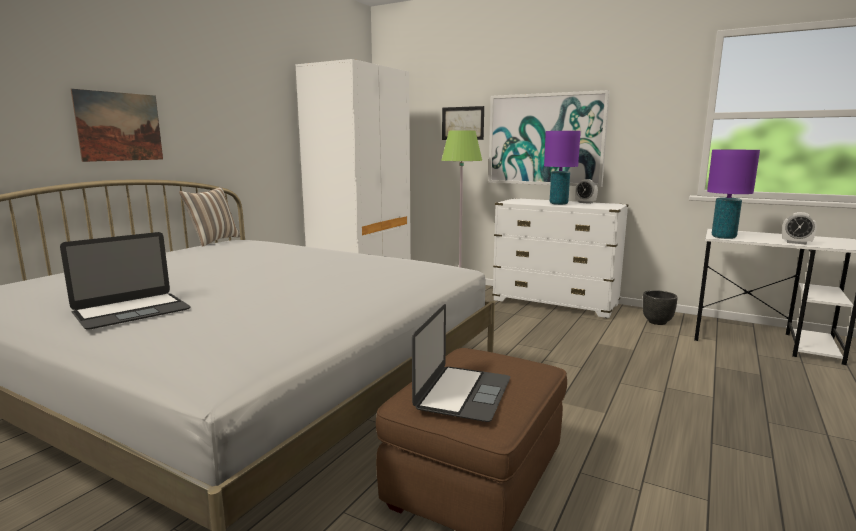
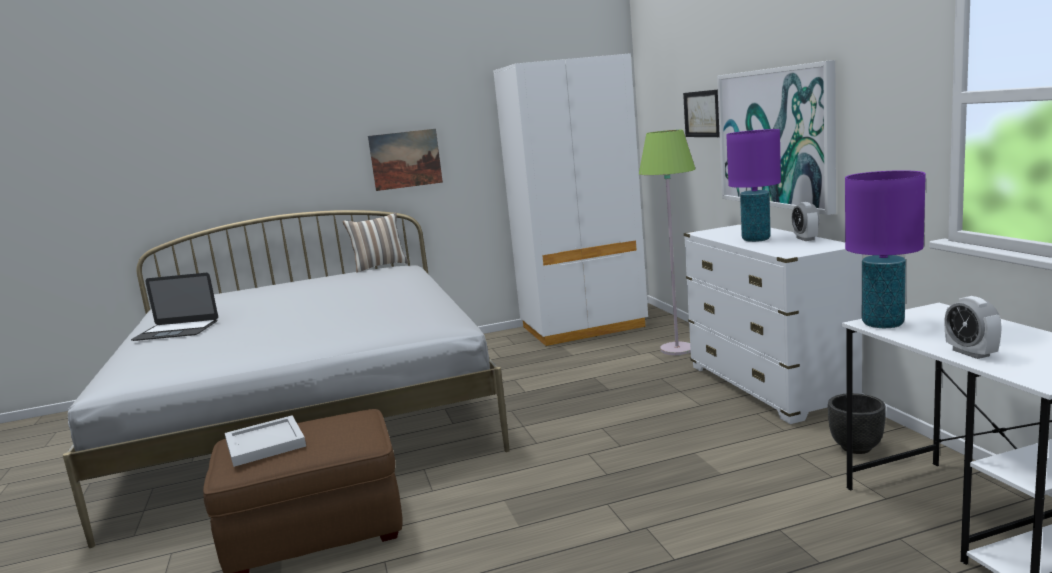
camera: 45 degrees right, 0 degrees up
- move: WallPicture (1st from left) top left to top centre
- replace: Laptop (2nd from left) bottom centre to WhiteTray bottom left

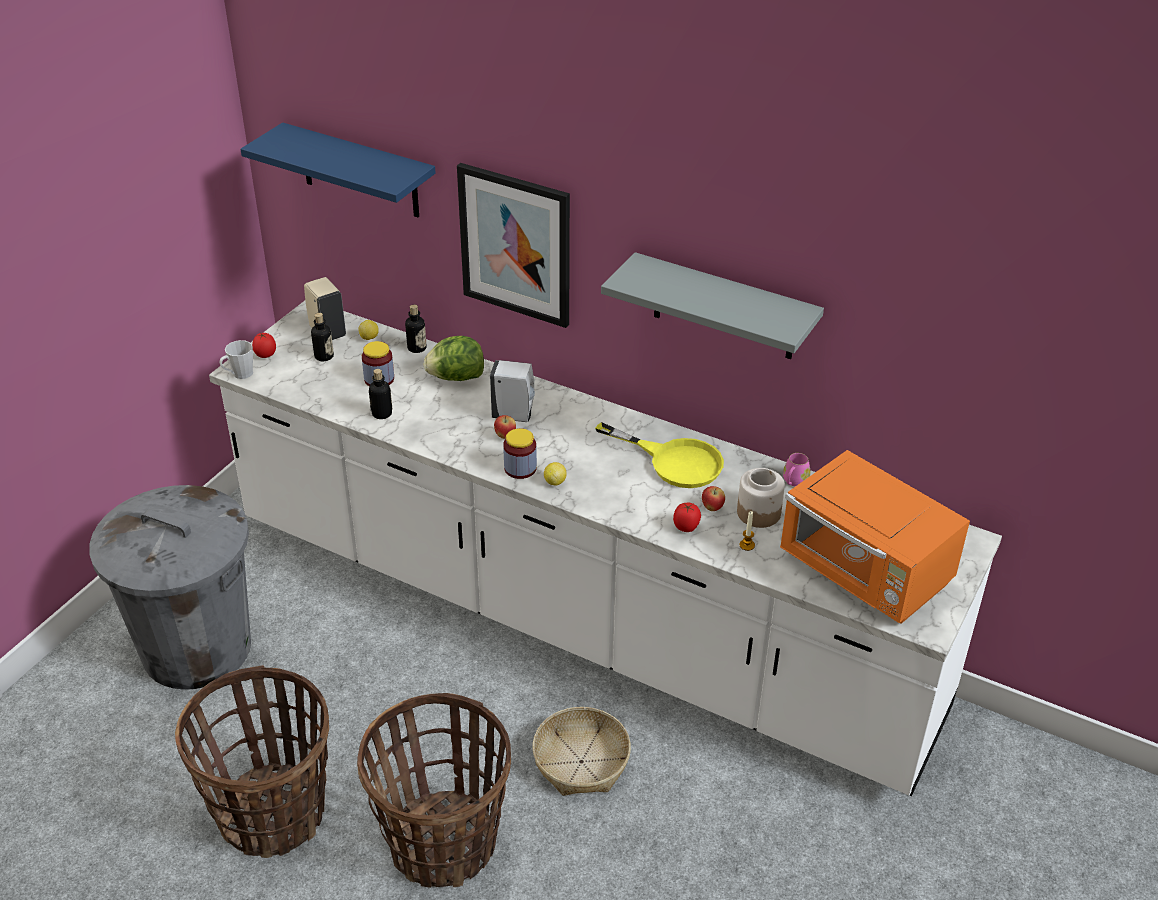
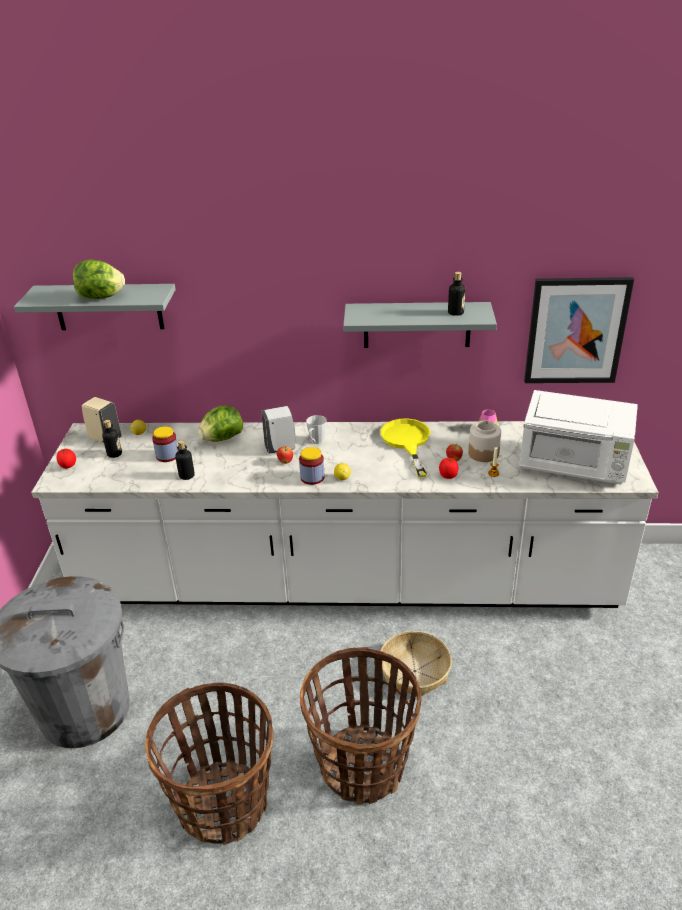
camera: 25 degrees left, 5 degrees down
- recolor: BluishWallShelf top left to GreyWallShelf (1st from left) middle left
- move: WallPicture top centre to middle right
- move: Bottle (3rd from left) centre to top right
- move: GreyTeaMug middle left to centre
- rotate: YellowPan centre = centre 105 degrees counterclockwise
- recolor: OrangeyMicrowave middle right to WhiteMicrowave middle right
- insert: LettuceHead (1st from left) top left

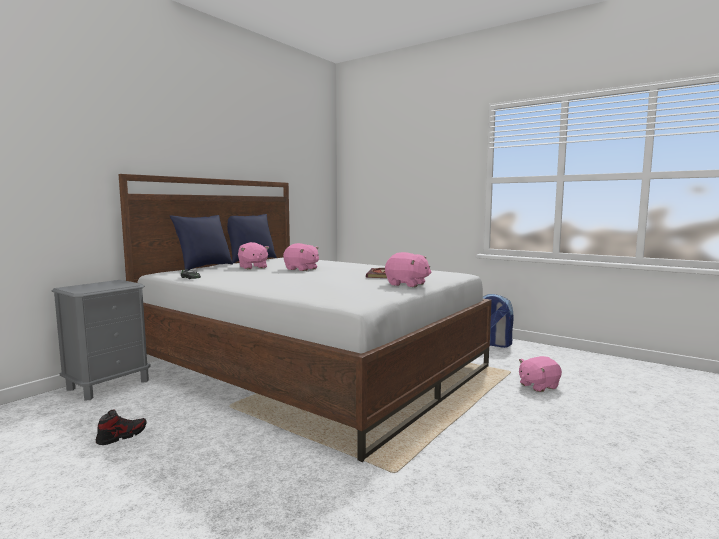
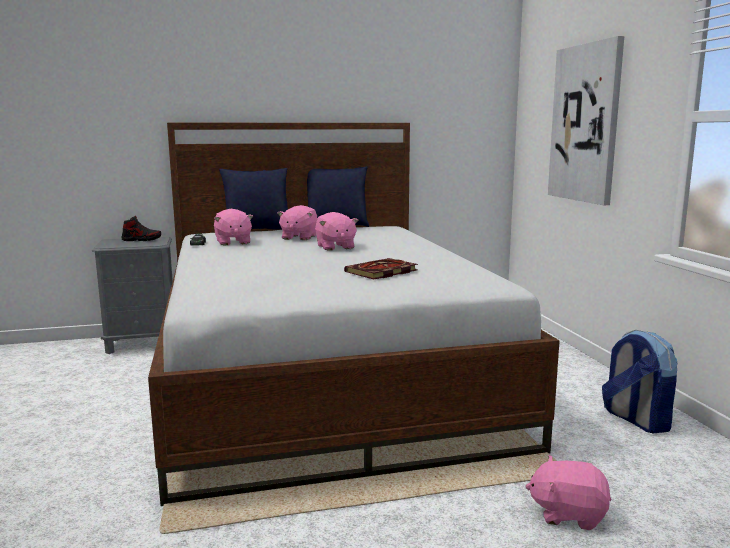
camera: 40 degrees right, 5 degrees up
- move: PinkishCuddlyToy (3rd from left in the first image) centre to PinkishCuddlyToy (1st from left) middle left
- move: ItemOfFootwear bottom left to middle left
- insert: WallPicture top right

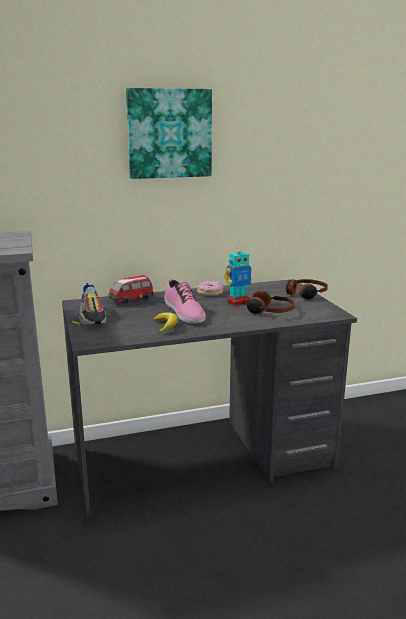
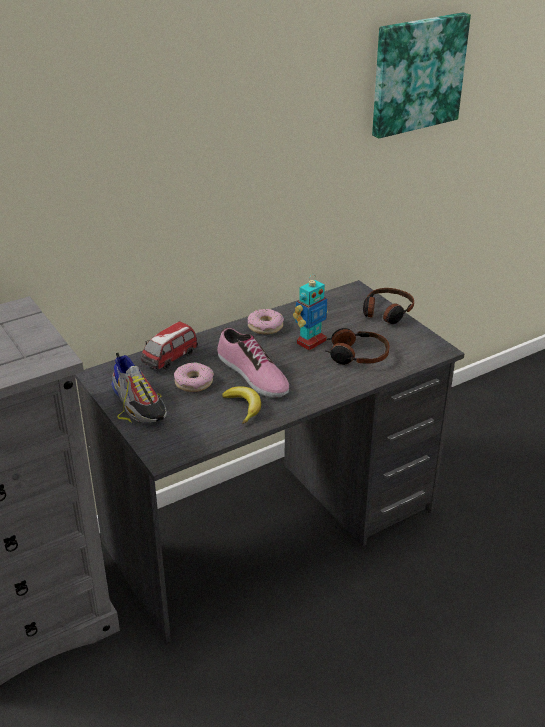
camera: 15 degrees left, 15 degrees up
- move: WallPicture top centre to top right
- insert: Donut (1st from left) centre

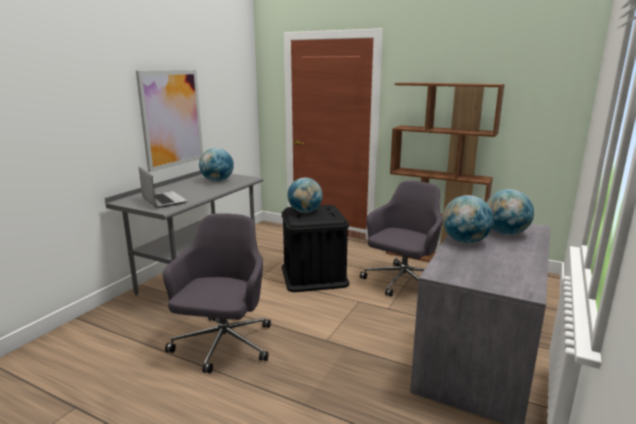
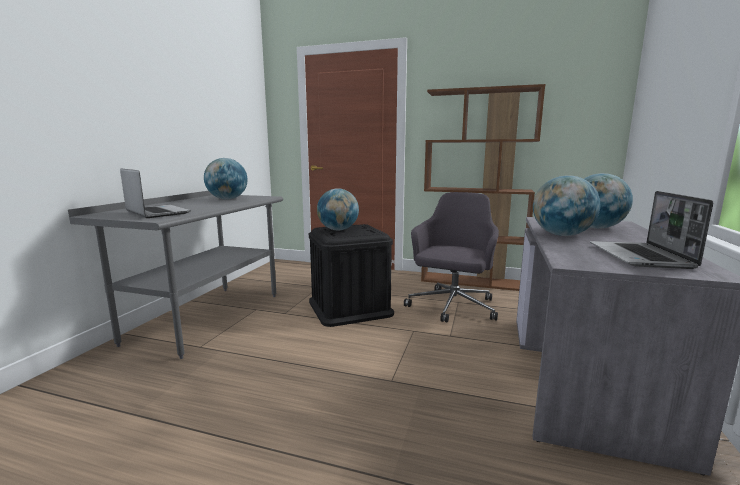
camera: 10 degrees left, 5 degrees down
- delete: WallPicture top left
- delete: GreyDeskChair (1st from left) bottom centre
- insert: Laptop (2nd from left) middle right

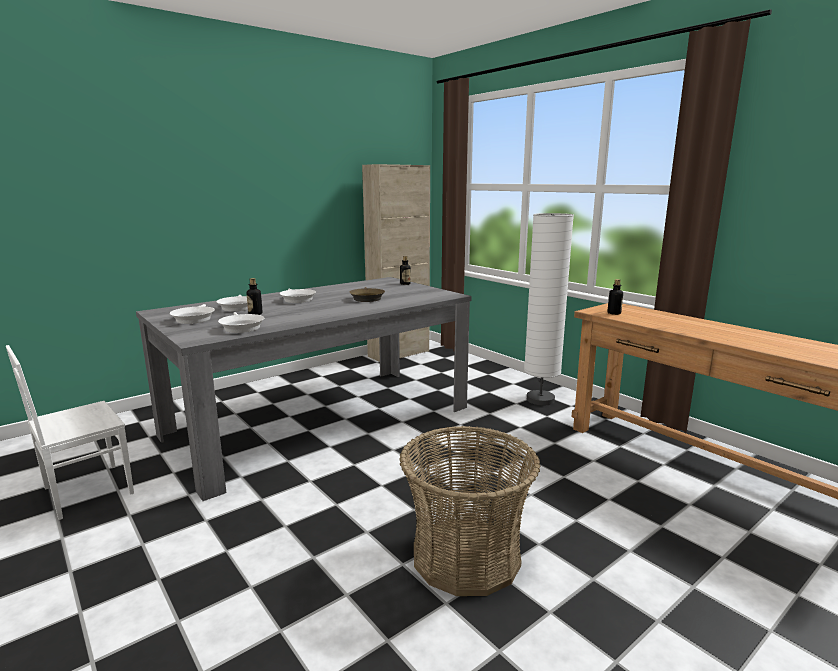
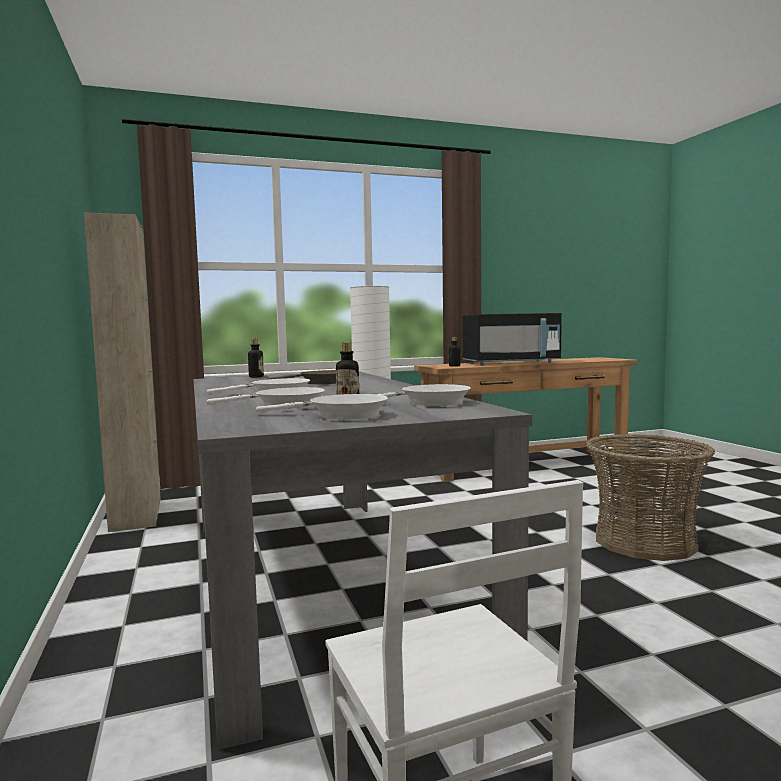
camera: 70 degrees left, 10 degrees down
- insert: BlackColouredMicrowave centre

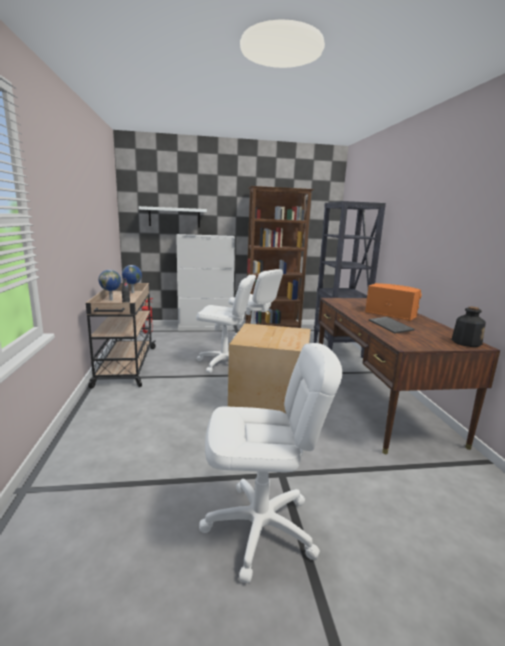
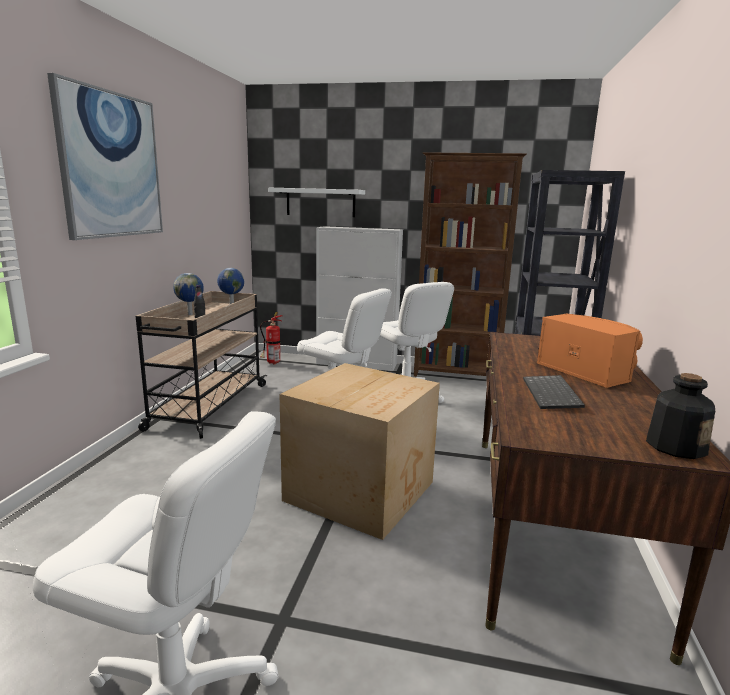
camera: 20 degrees right, 0 degrees up
- insert: WallPicture top left

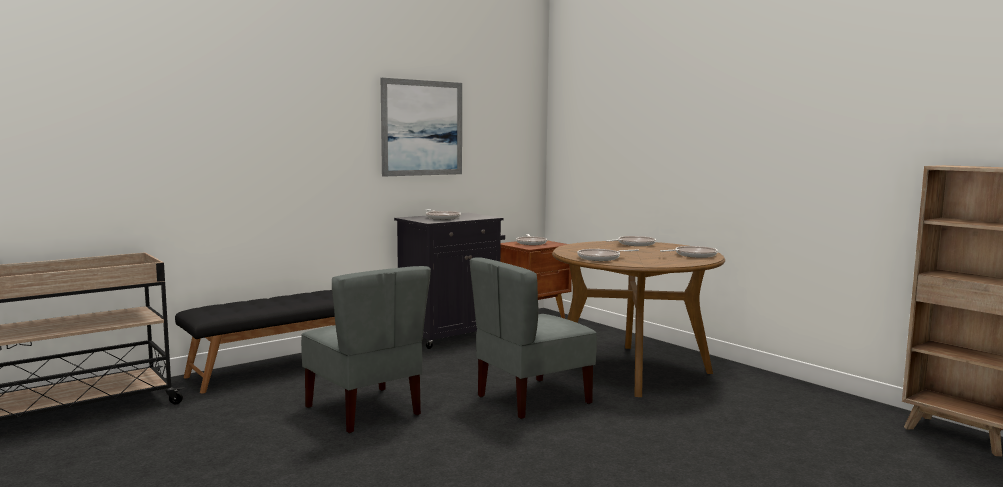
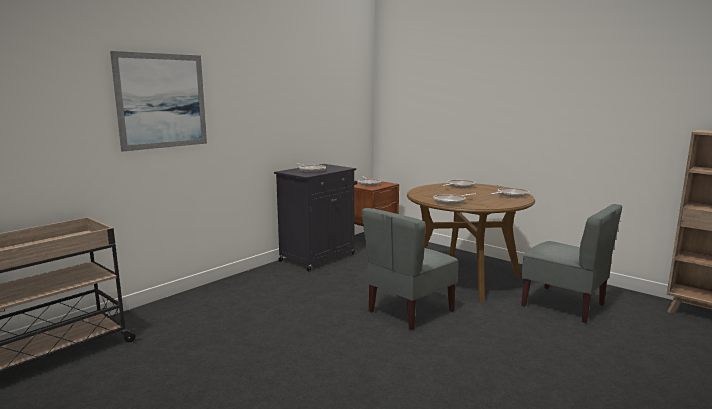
camera: 10 degrees left, 5 degrees up
- move: WallPicture top centre to top left
- move: GreyUprightChair (1st from left in the first image) bottom centre to GreyUprightChair (2nd from left) middle right
- delete: BlackColouredBench bottom left

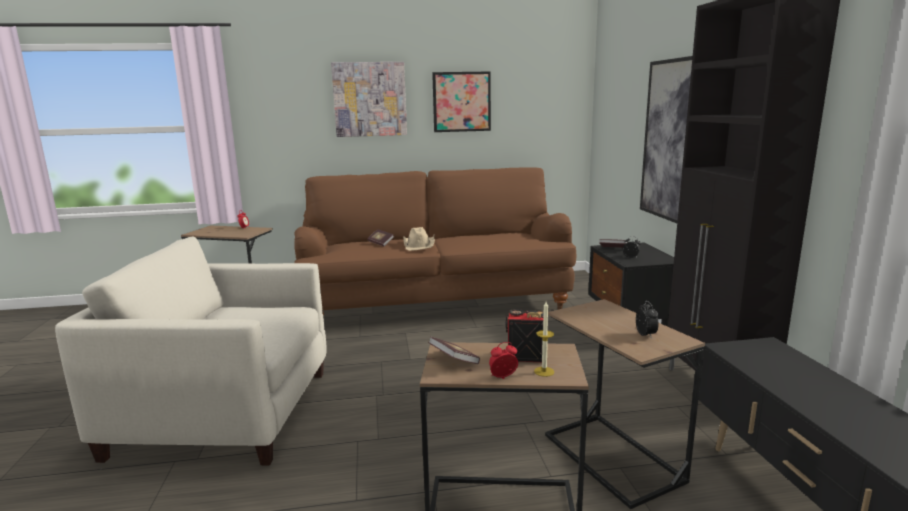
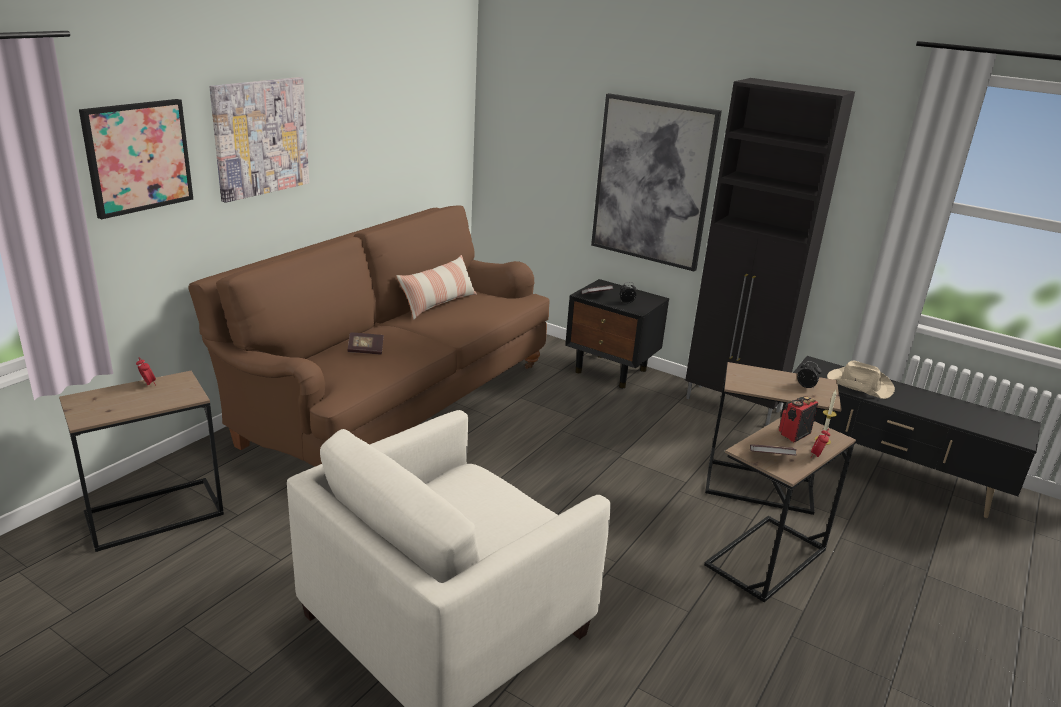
camera: 50 degrees left, 10 degrees up
- move: WallPicture (2nd from left in the first image) top centre to WallPicture (1st from left) top left
- move: SandColouredClothingHat centre to middle right
- insert: Pillow centre

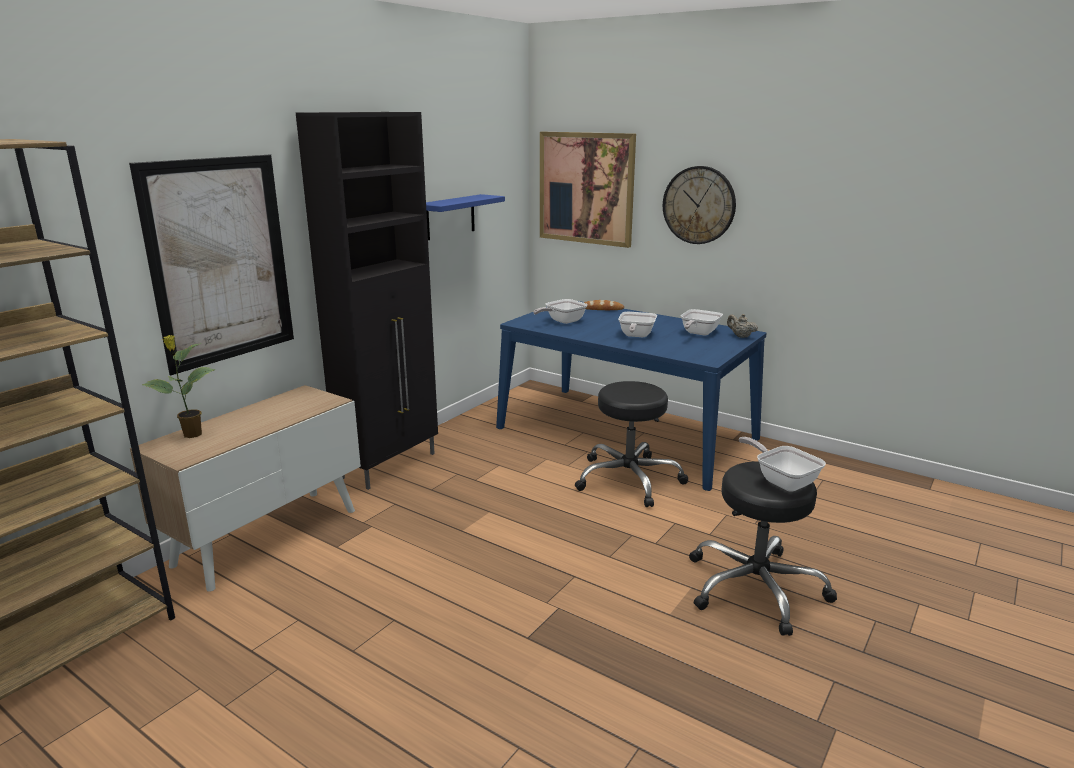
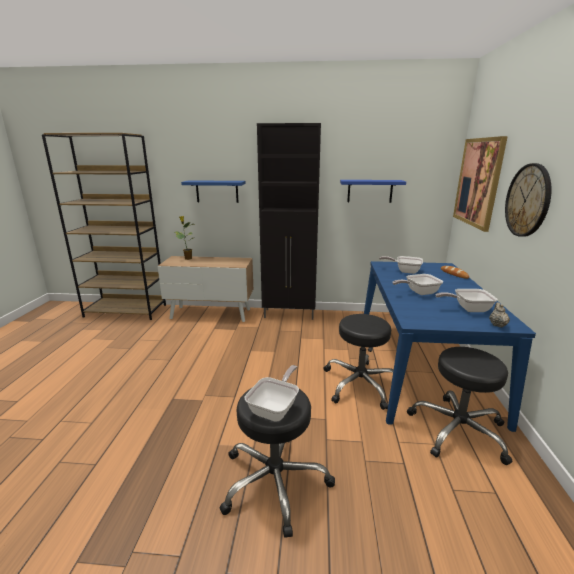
camera: 60 degrees right, 0 degrees up
- replace: WallPicture (1st from left) middle left to BluishWallShelf (1st from left) top centre
- insert: BlackColouredStoolSeat (3rd from left) bottom right

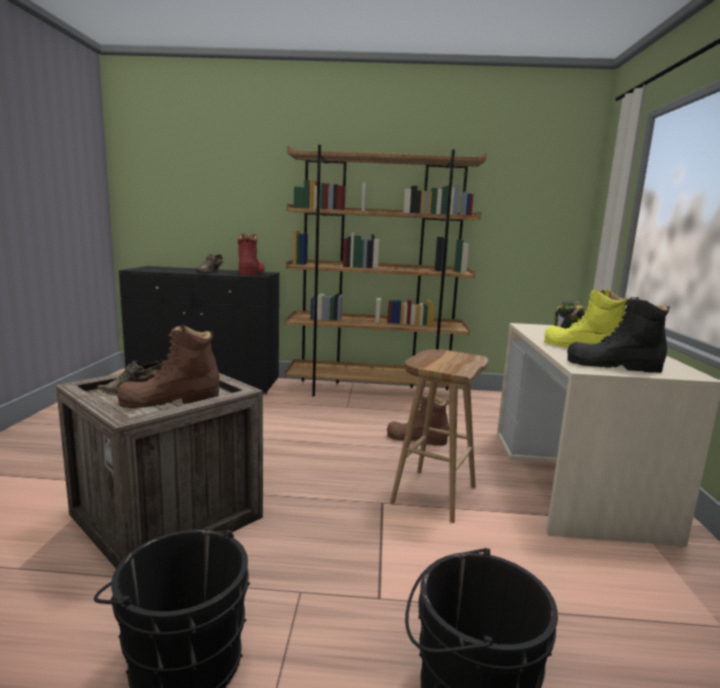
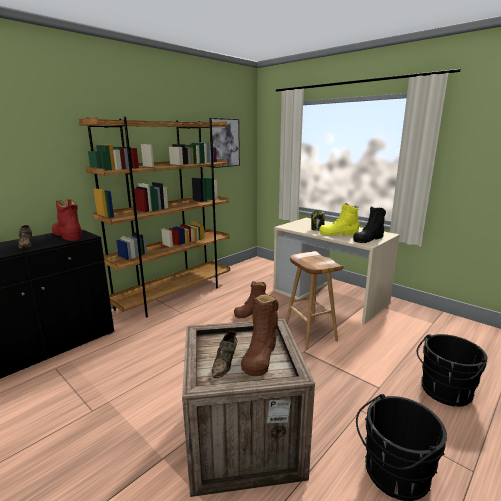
camera: 50 degrees left, 5 degrees up
- insert: WallPicture top centre

